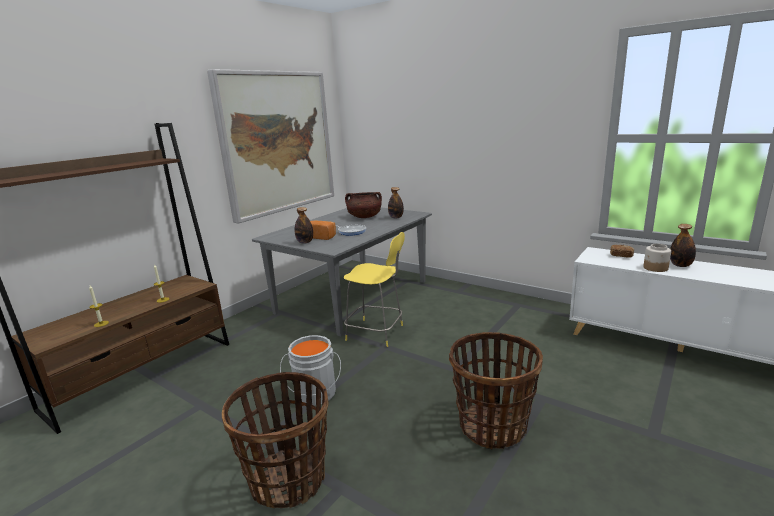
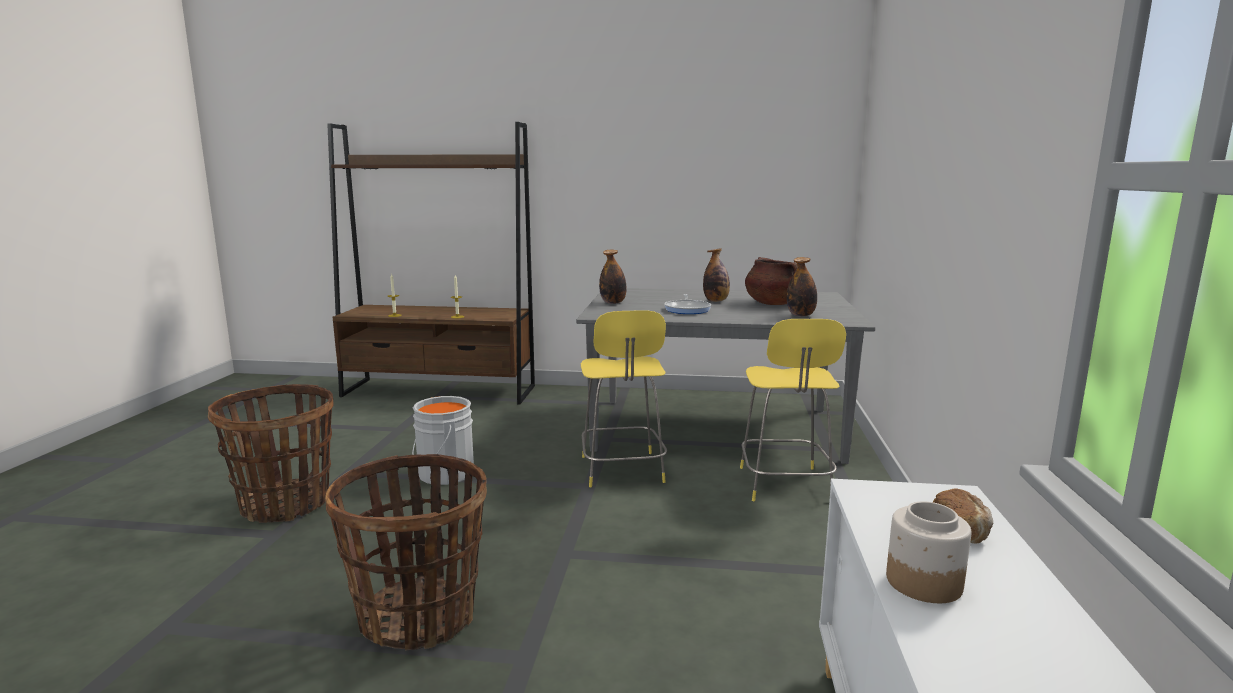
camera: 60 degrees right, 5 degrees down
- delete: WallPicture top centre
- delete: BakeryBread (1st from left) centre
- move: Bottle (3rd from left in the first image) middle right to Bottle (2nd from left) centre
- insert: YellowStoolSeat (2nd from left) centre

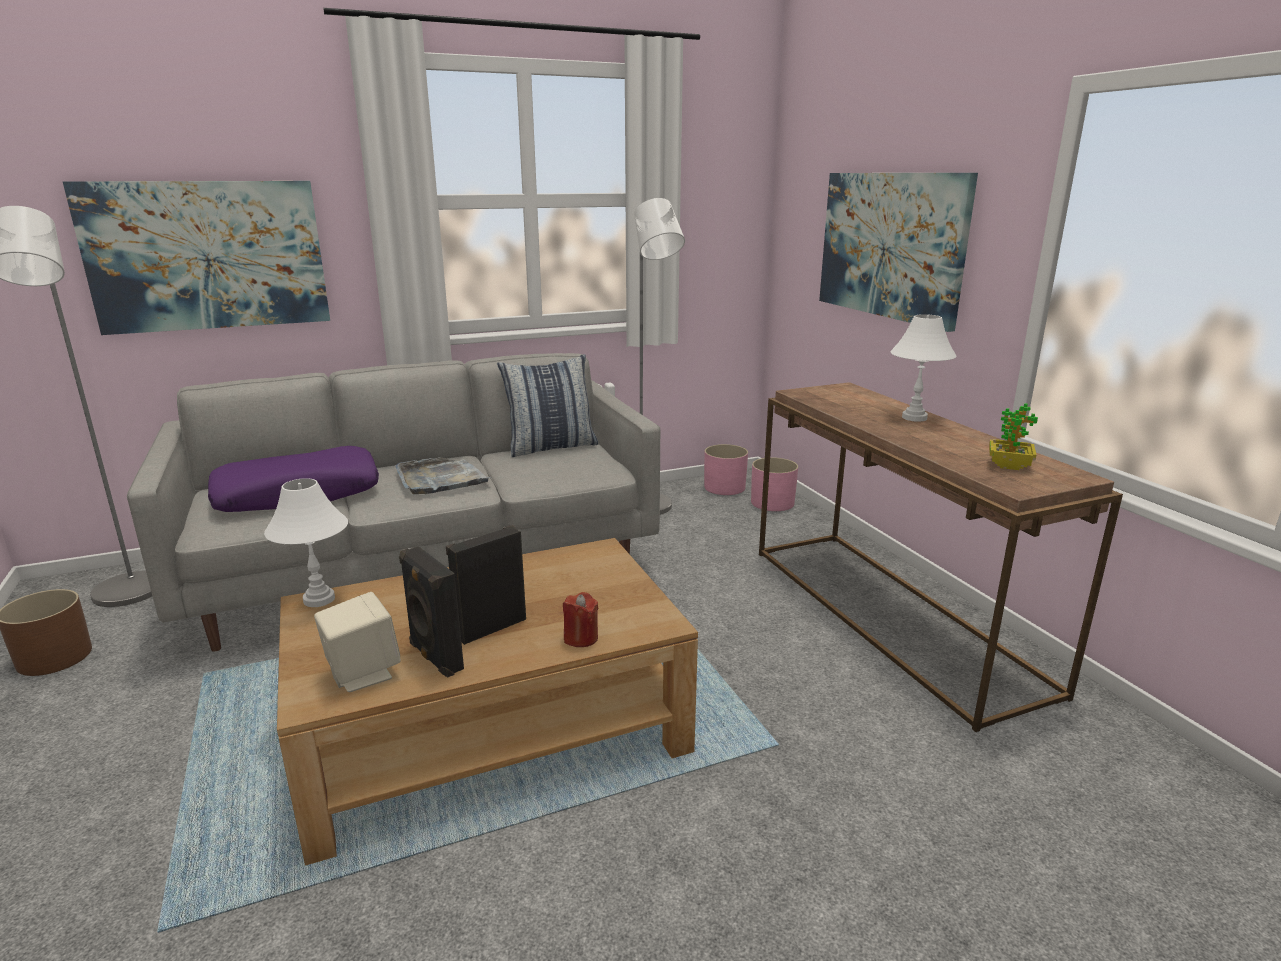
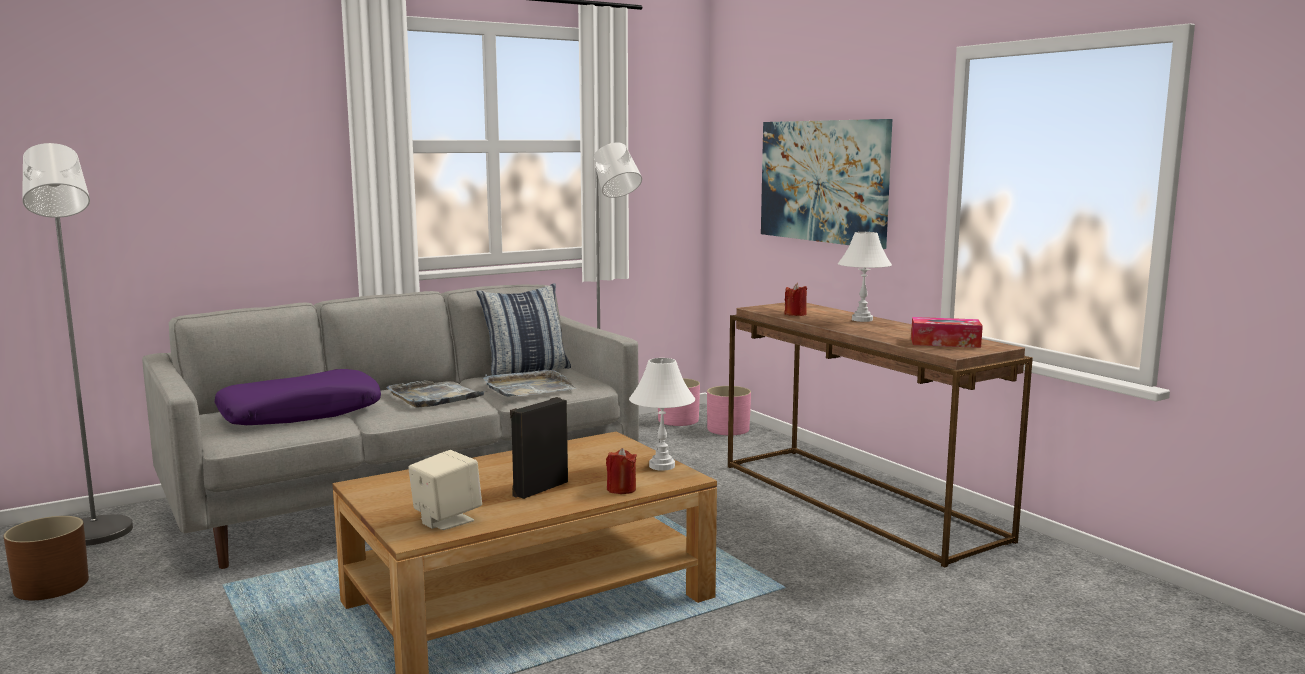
camera: 10 degrees left, 10 degrees down
- delete: WallPicture (1st from left) top left
- replace: PlantInAPot middle right to BoxOfTissues middle right
- move: WhiteTabletopLamp (1st from left) middle left to centre
- delete: BlackColouredSpeaker (1st from left) centre
- insert: RedCandle (2nd from left) centre
- insert: GreyTray (2nd from left) centre

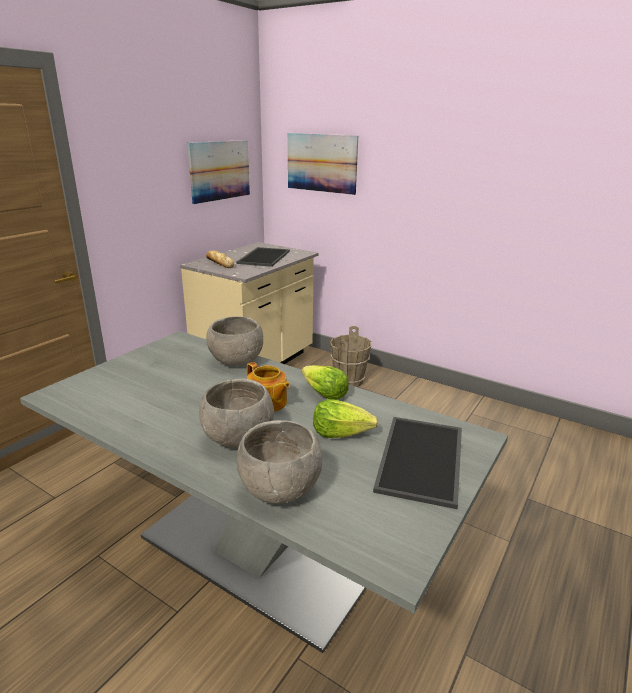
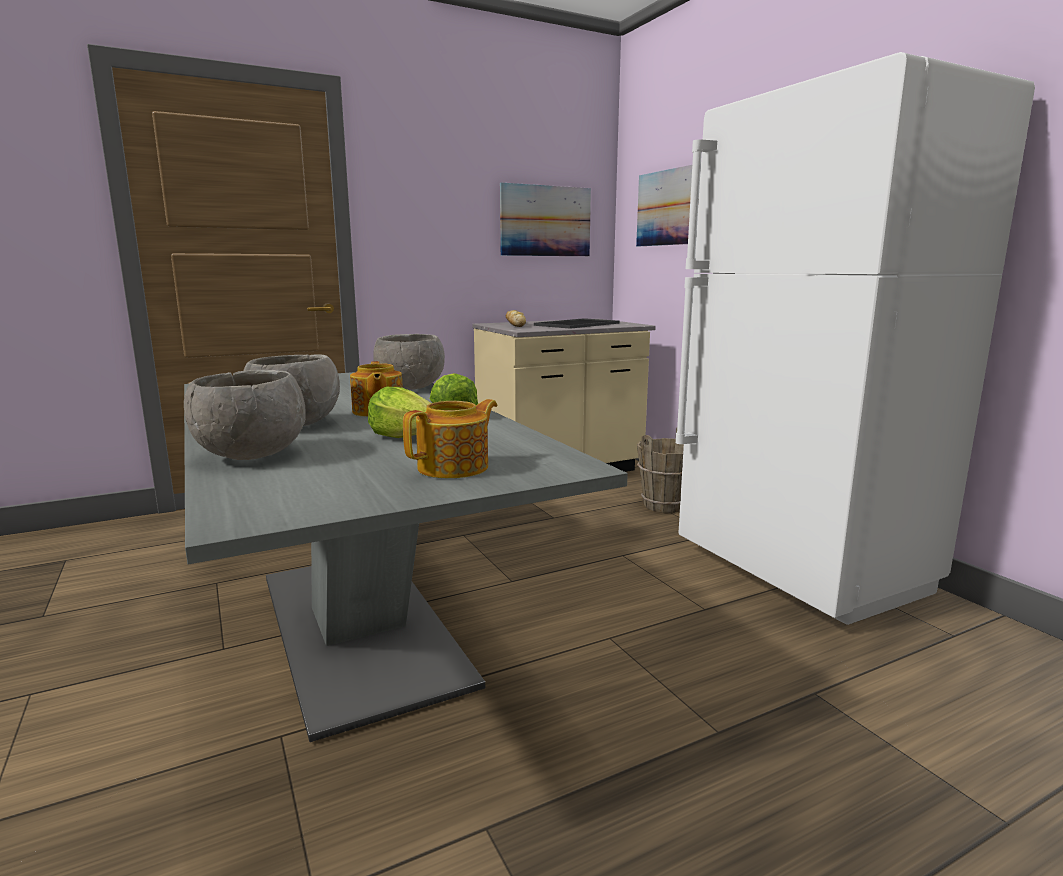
camera: 30 degrees right, 10 degrees down
- replace: Tray (2nd from left) bottom centre to PotForTea (2nd from left) centre
- insert: WhiteFridge middle right

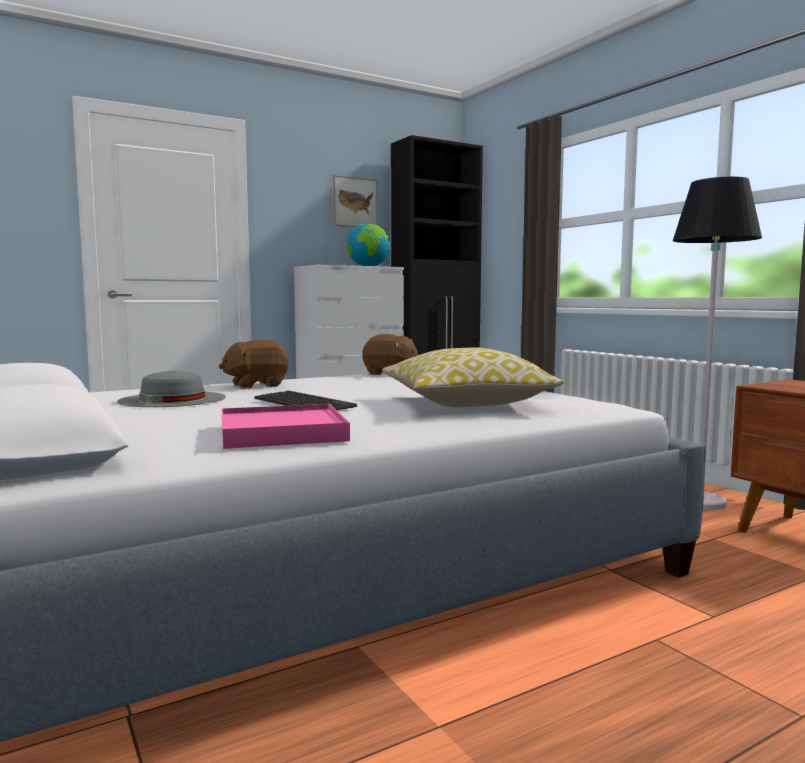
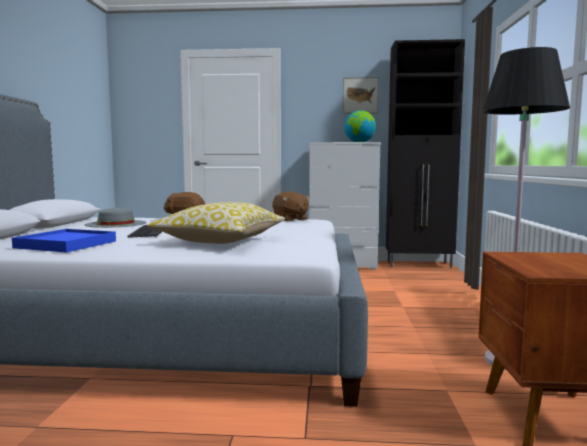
camera: 35 degrees right, 0 degrees up
- recolor: PinkishTray centre to BluishTray middle left

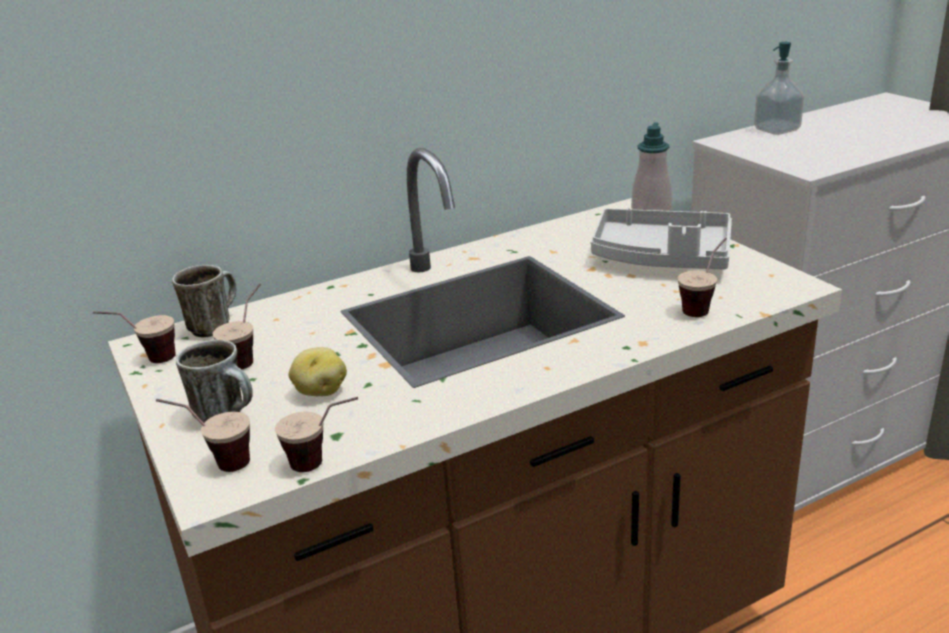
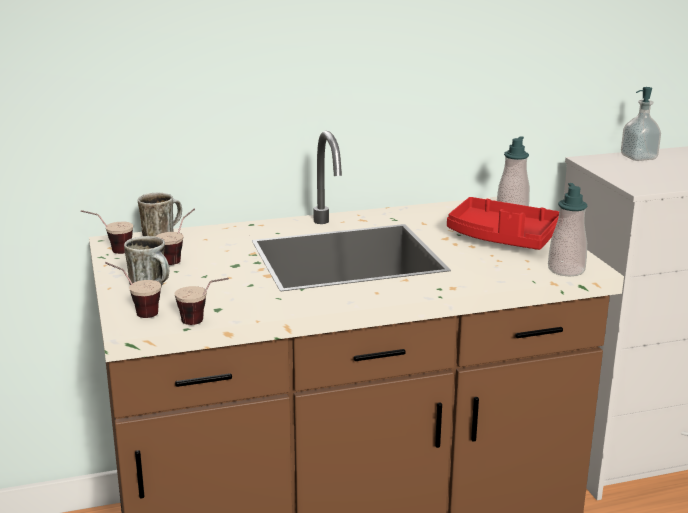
camera: 10 degrees right, 5 degrees down
- recolor: GreyTray middle right to RedTray middle right
- delete: SmallCup (5th from left) middle right
- delete: WholePotato centre
- insert: LiquidSoapBottle (2nd from left) middle right

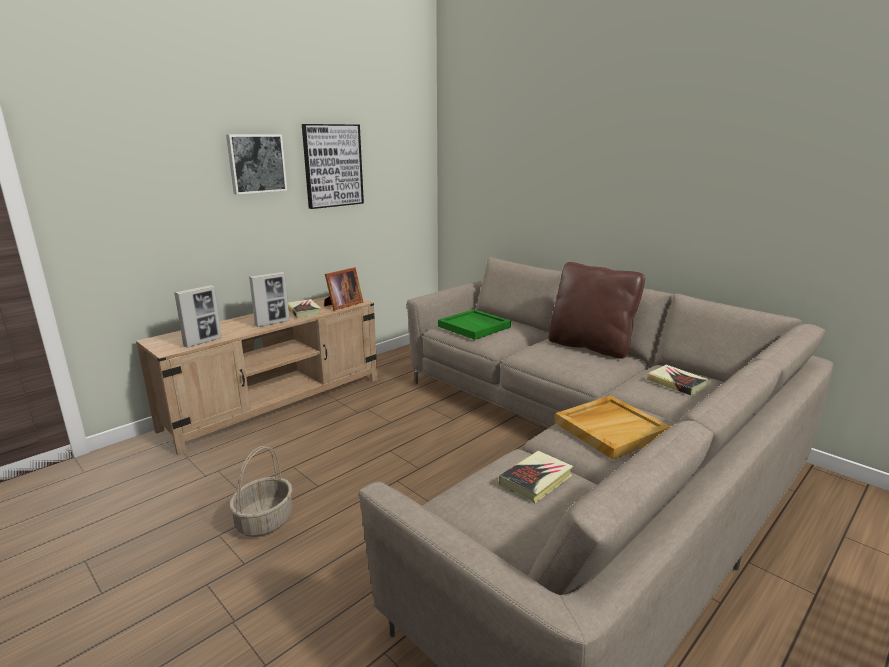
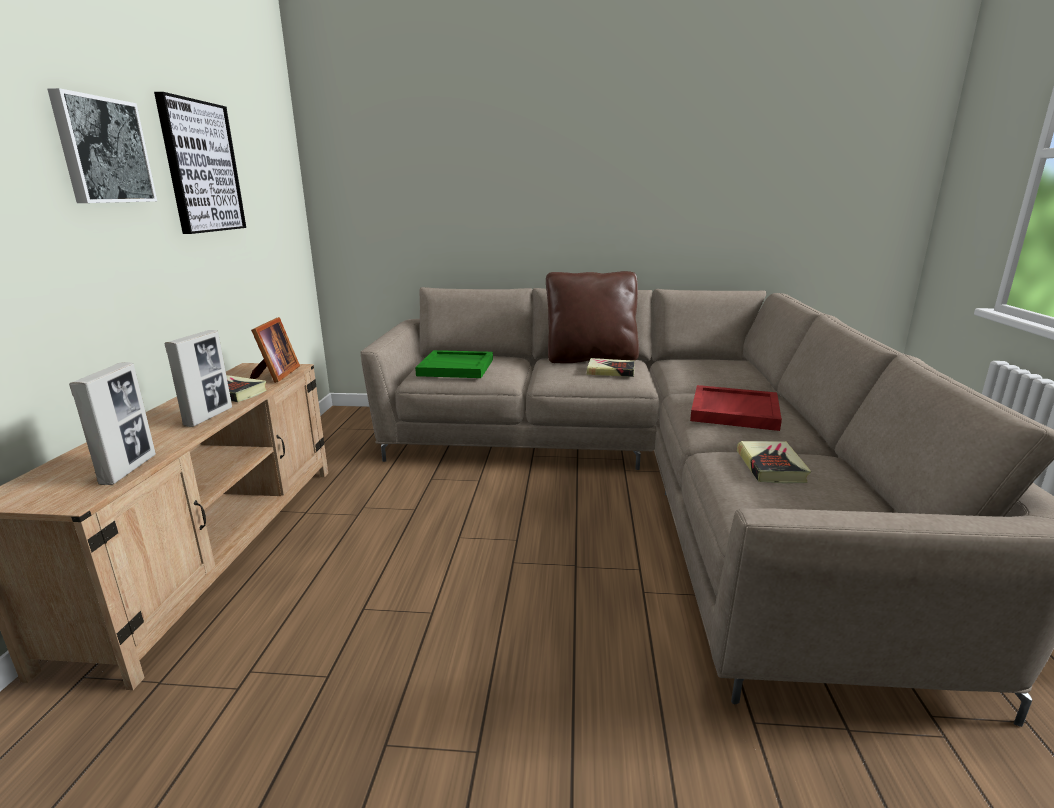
camera: 40 degrees left, 0 degrees up
- move: Volume (3rd from left in the first image) middle right to Volume (2nd from left) centre
- recolor: SandColouredTray middle right to RedTray middle right
- delete: Basket bottom left

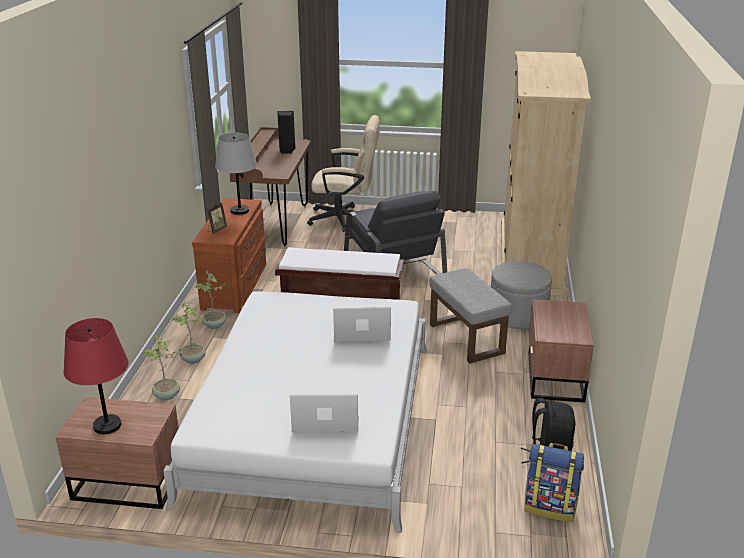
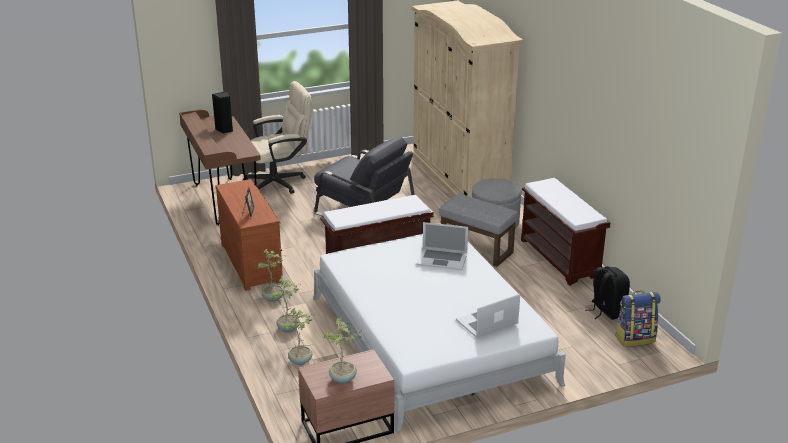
camera: 30 degrees left, 0 degrees up
- delete: GreyTabletopLamp top left
- replace: BrownishNightstand (2nd from left) middle right to BrownishBench (2nd from left) middle right
- rotate: Laptop (2nd from left in the first image) centre = centre 135 degrees counterclockwise
- replace: RedTabletopLamp bottom left to PlantInAPot (4th from left) bottom centre

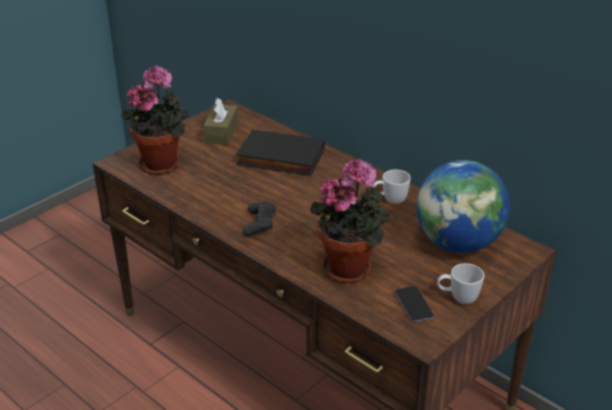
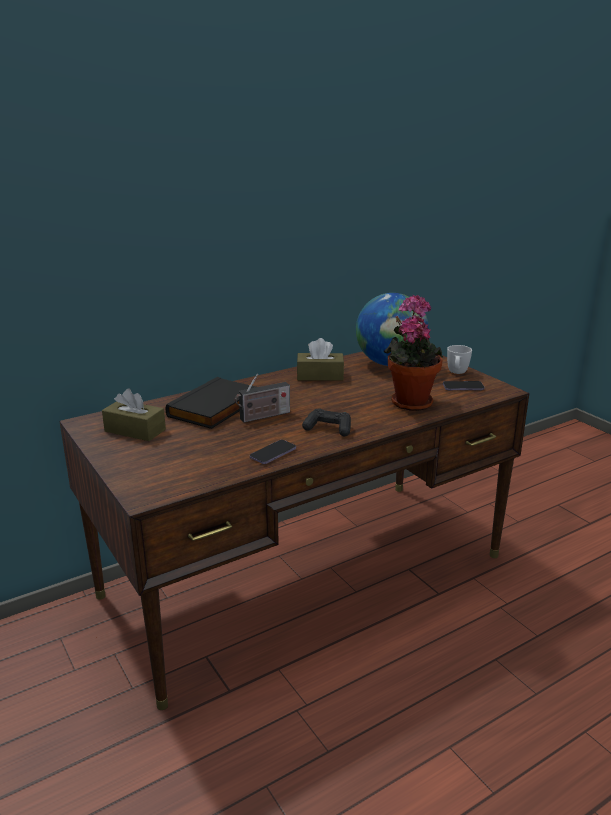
camera: 75 degrees left, 10 degrees down
- delete: PlantInAPot (1st from left) top left
- replace: WhiteTeaMug (1st from left) centre to BrownishBoxOfTissues (2nd from left) centre
- insert: RadioReceiver centre
- insert: Phone (1st from left) centre

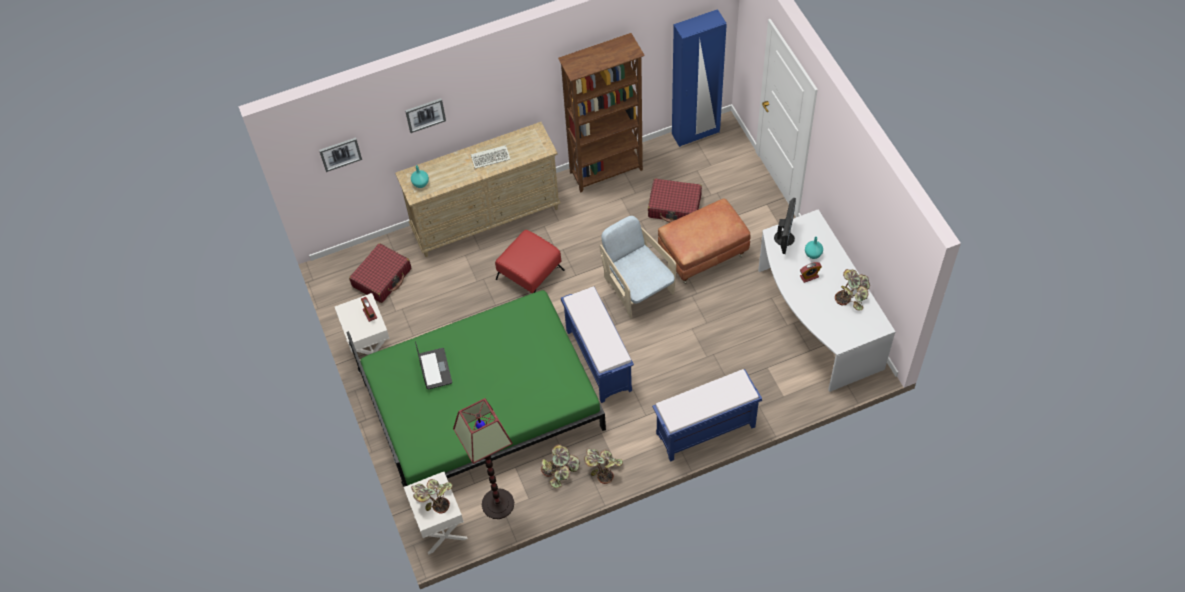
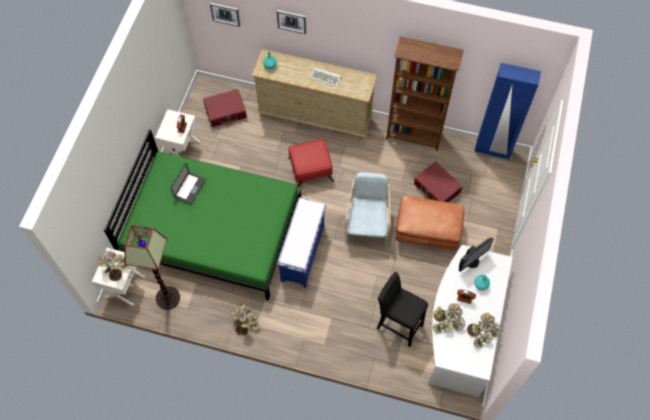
camera: 35 degrees right, 5 degrees up
- delete: BluishBench (2nd from left) bottom centre
- move: PlantInAPot (2nd from left in the first image) bottom centre to PlantInAPot (3rd from left) bottom right
- insert: BlackColouredStoolSeat bottom centre

